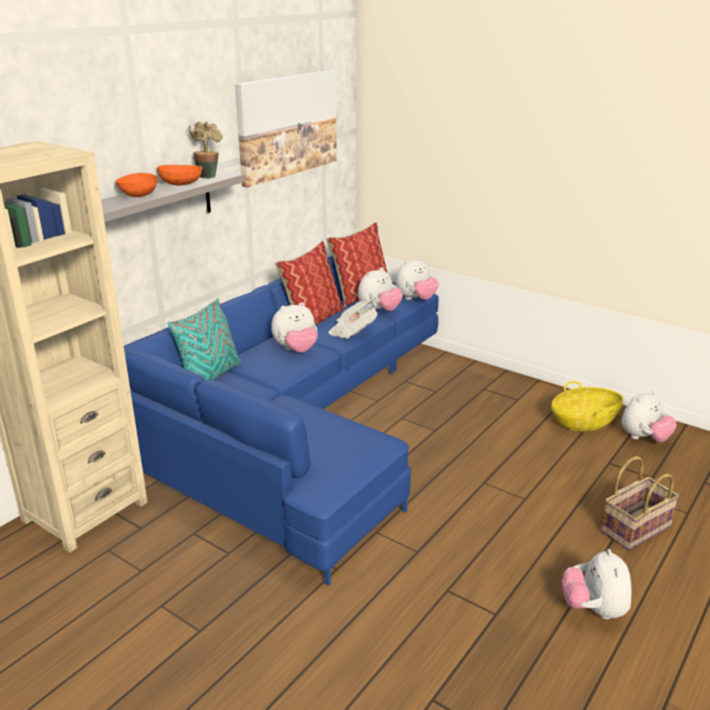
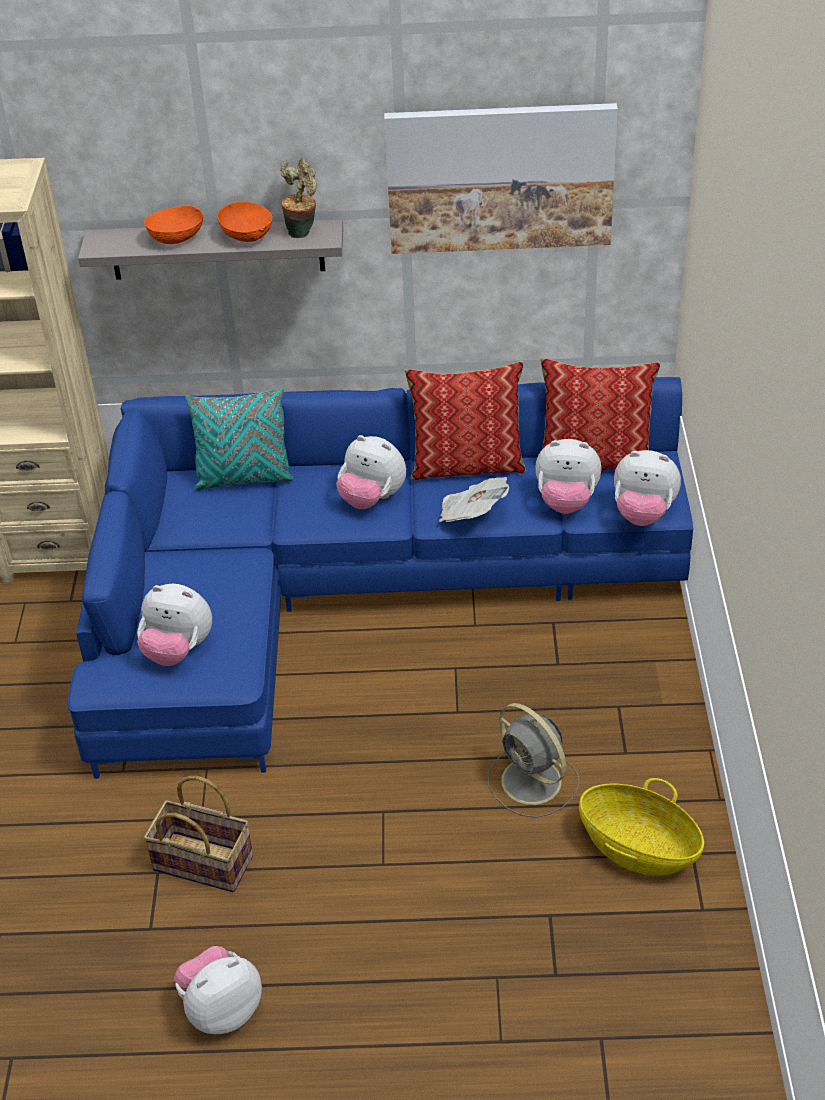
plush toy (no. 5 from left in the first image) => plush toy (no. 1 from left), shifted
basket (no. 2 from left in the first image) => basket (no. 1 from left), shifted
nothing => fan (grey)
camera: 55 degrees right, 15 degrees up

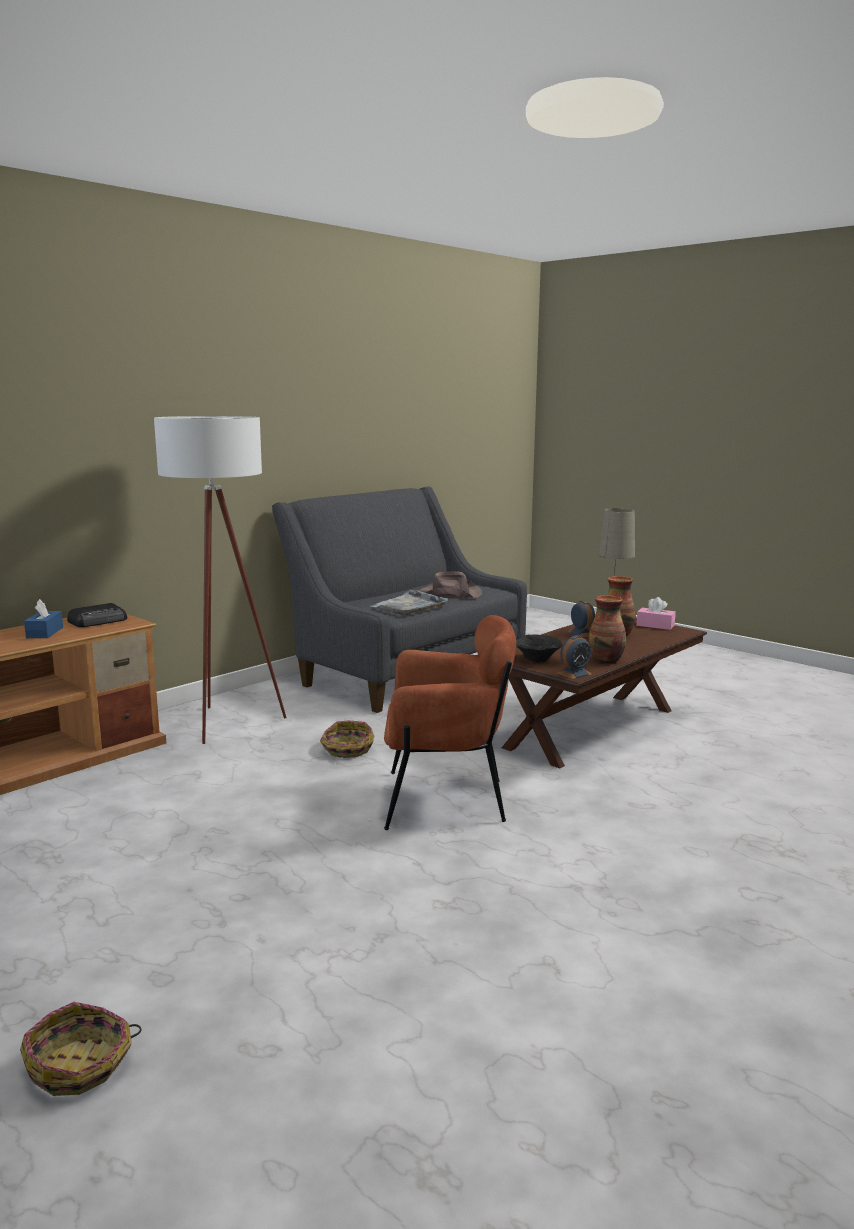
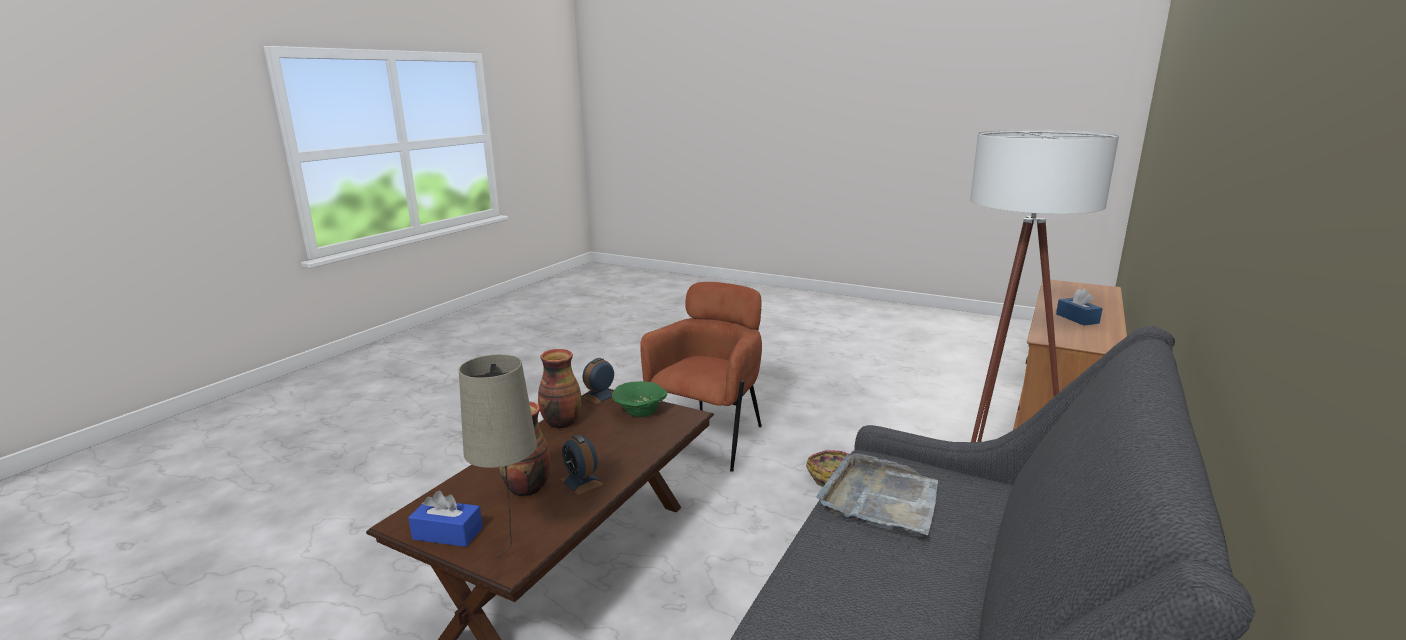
hat (brown) => nothing
tissue box (pink) => tissue box (blue) (no. 1 from left)
radio => nothing
armchair (brown), 135 degrees clockwise
bowl (black) => bowl (green)
basket (no. 1 from left) => nothing
camera: 165 degrees right, 5 degrees up

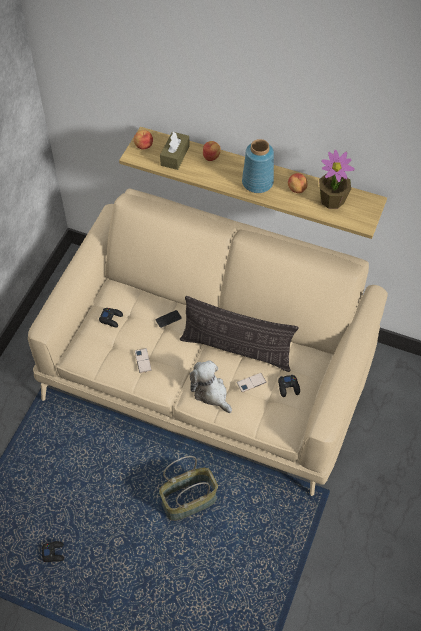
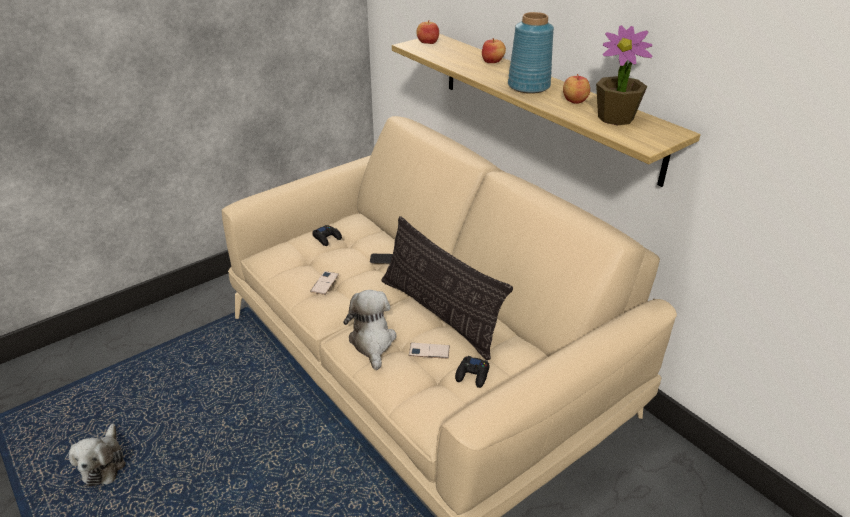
tissue box (brown) => nothing
basket => nothing
game controller (black) (no. 1 from left) => plush toy (no. 1 from left)
camera: 30 degrees right, 20 degrees down

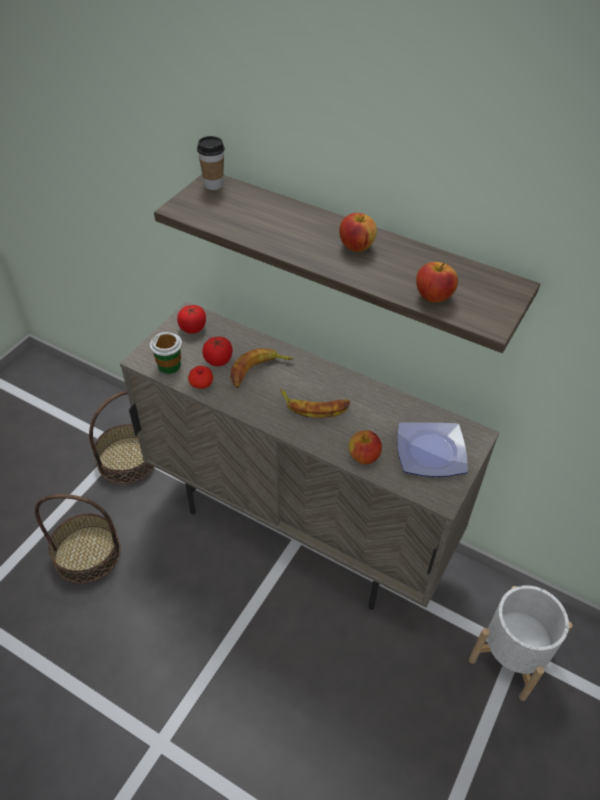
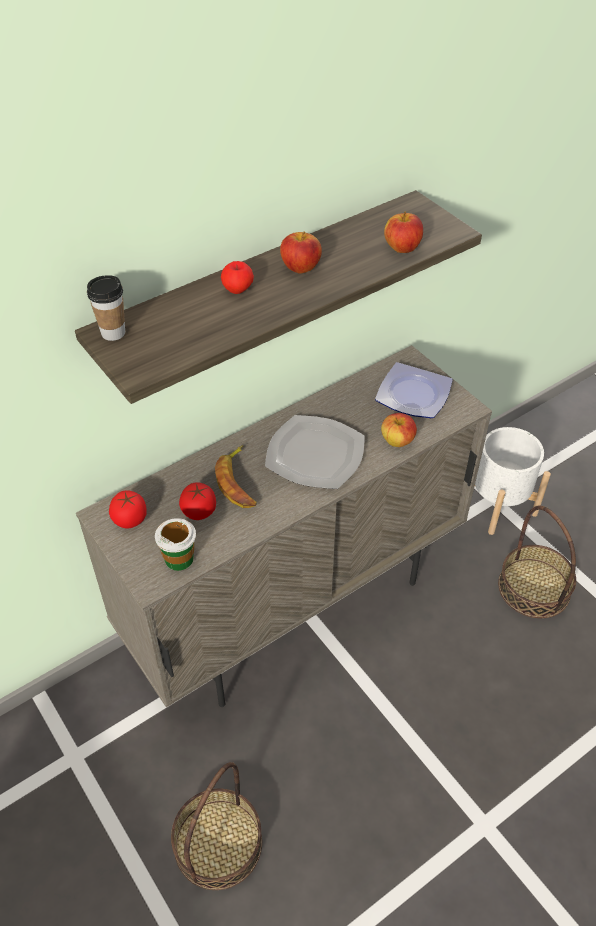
apple (no. 1 from left), shifted
banana (no. 2 from left) => plate (no. 1 from left)
basket (no. 2 from left), shifted
camera: 65 degrees left, 0 degrees up

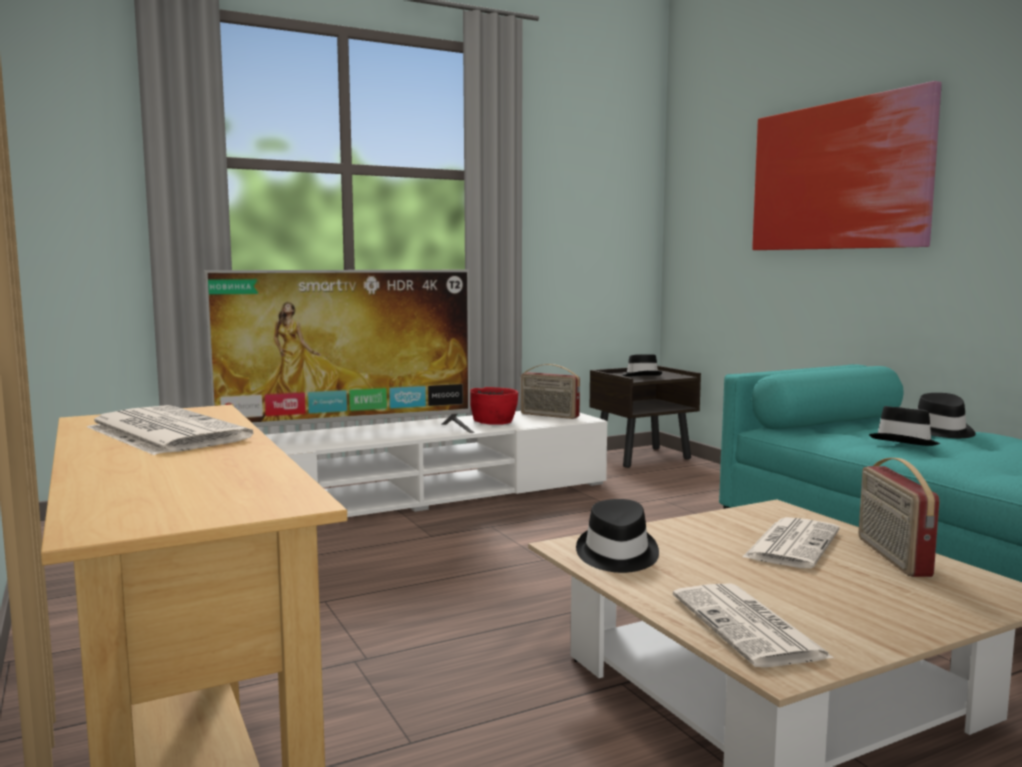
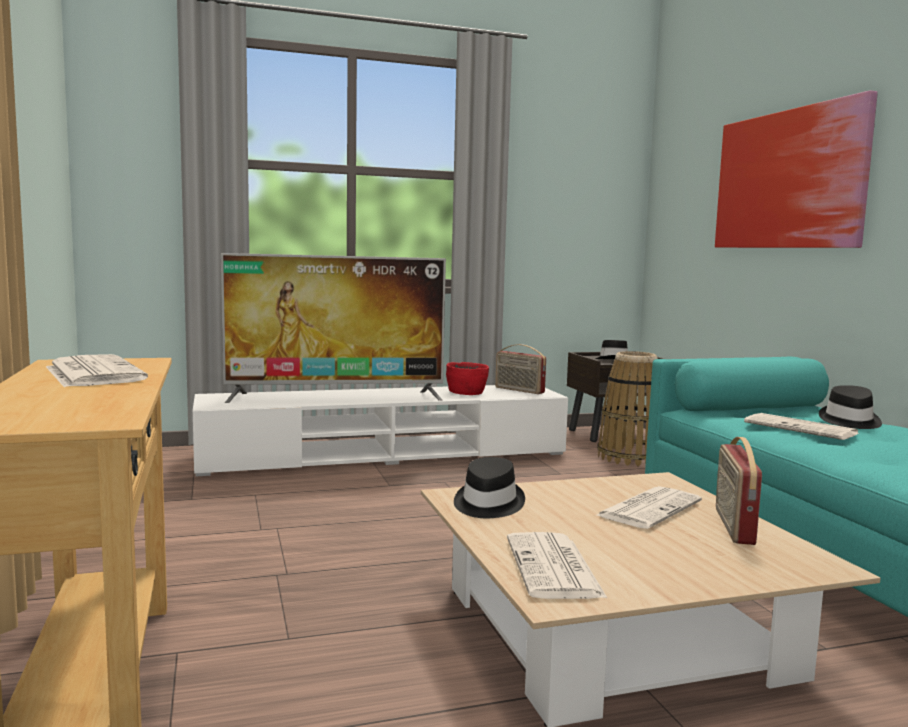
hat (black) (no. 3 from left) => newspaper (no. 4 from left)
nothing => basket
camera: 10 degrees right, 0 degrees up

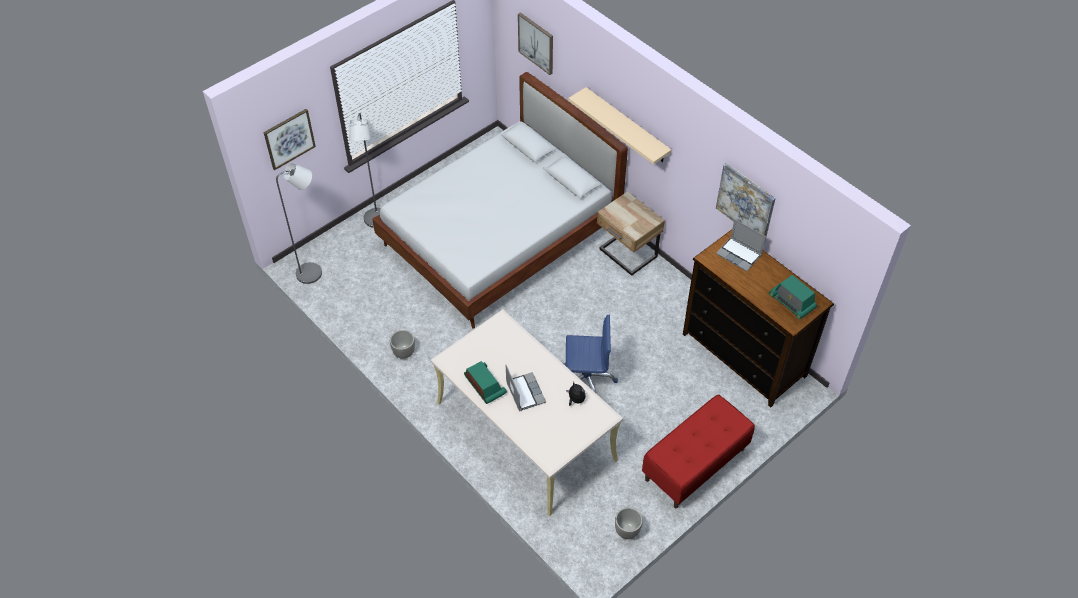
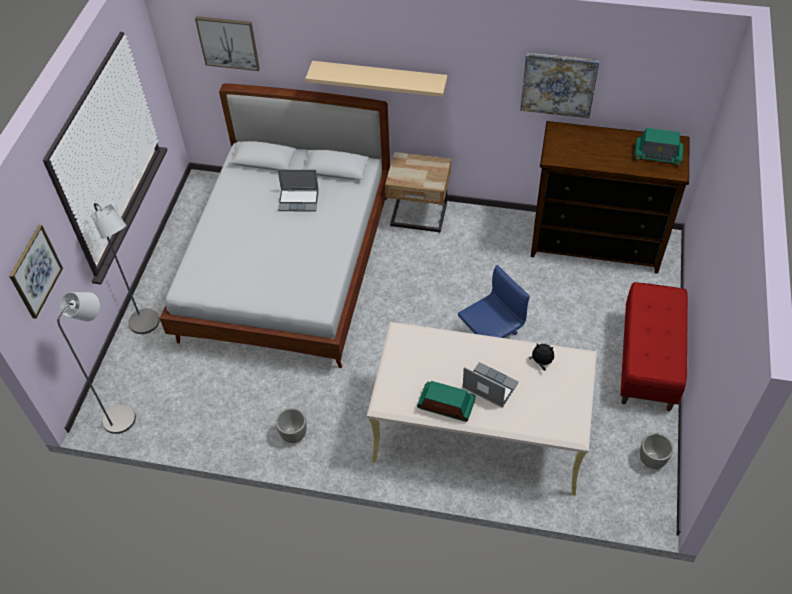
laptop (no. 2 from left in the first image) => laptop (no. 1 from left), shifted
camera: 35 degrees left, 0 degrees up

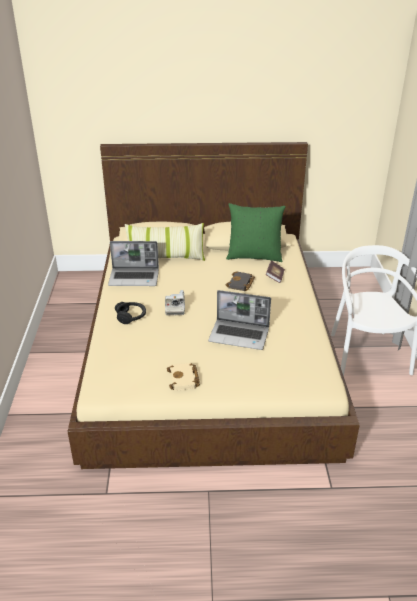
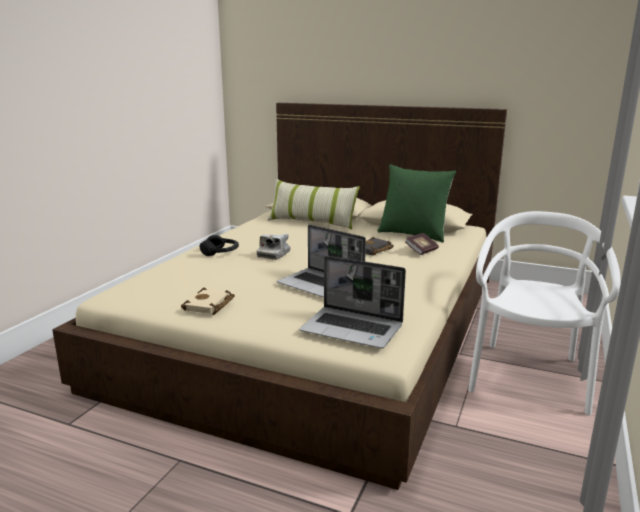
laptop (no. 1 from left in the first image) => laptop (no. 2 from left), shifted
camera: 25 degrees right, 15 degrees down

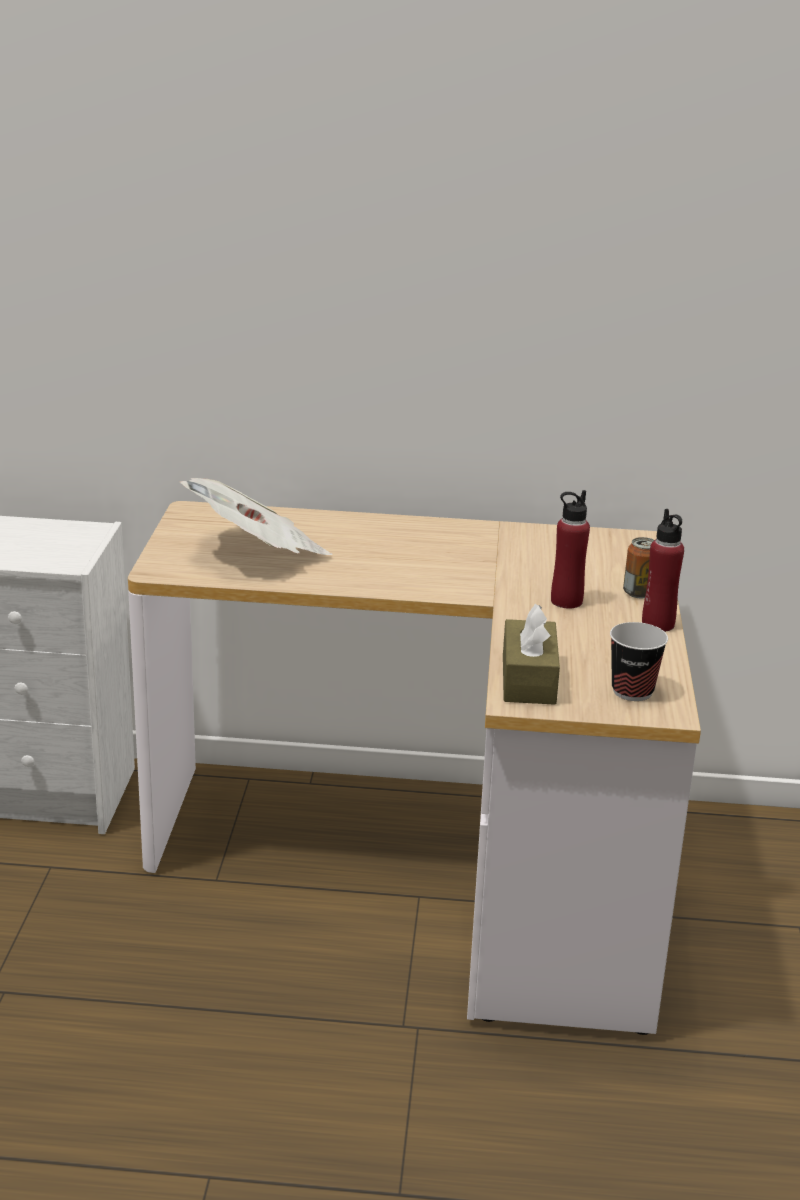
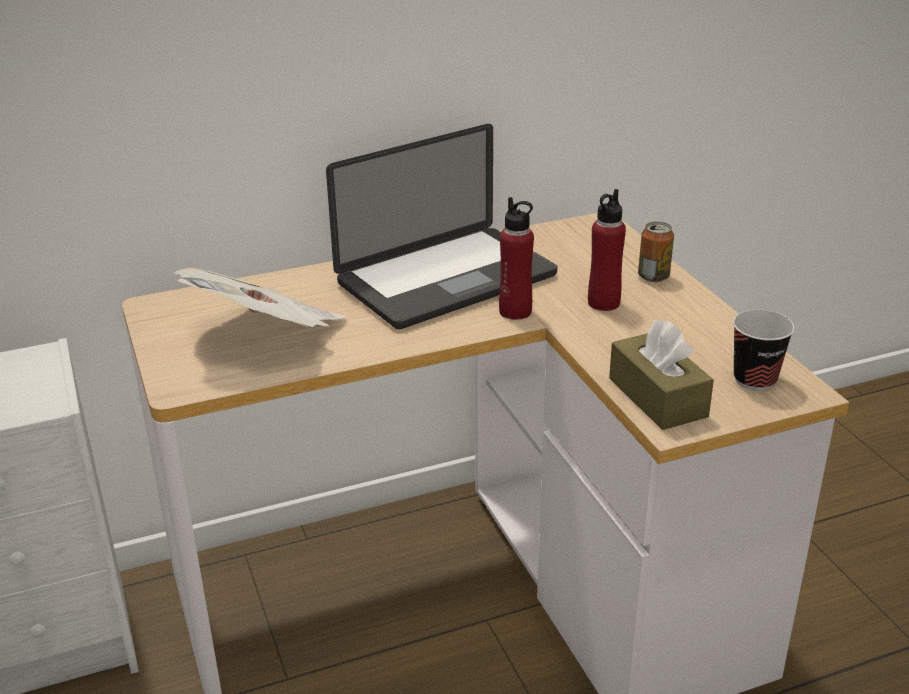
bottle (red) (no. 2 from left in the first image) => bottle (red) (no. 1 from left), shifted
nothing => laptop
camera: 25 degrees left, 5 degrees up

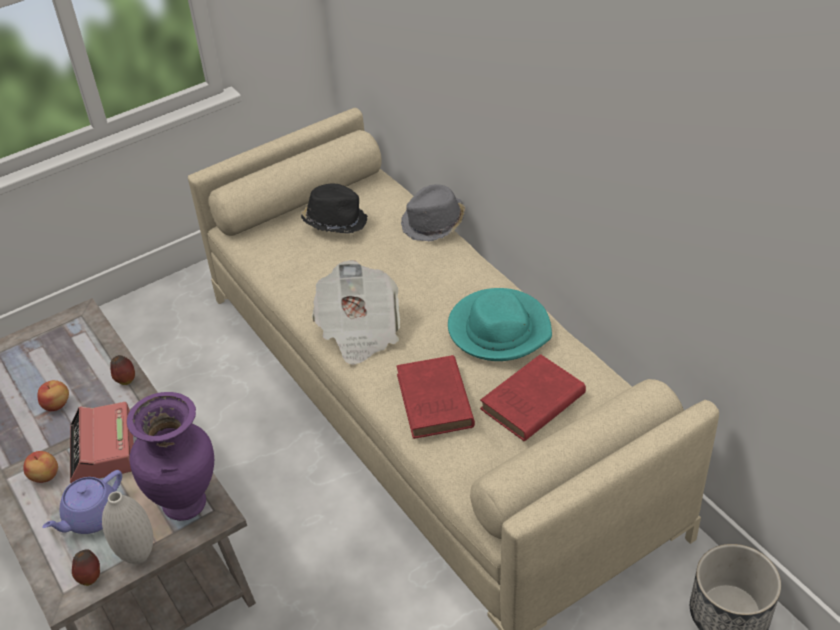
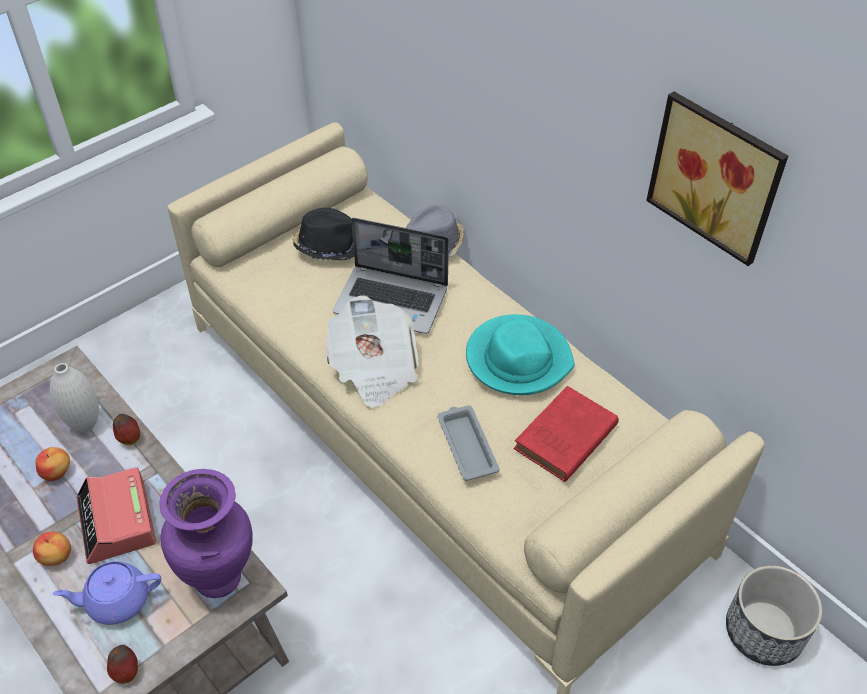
book (red) (no. 1 from left) => tray (grey)
teapot (purple), 45 degrees clockwise
vase (white), shifted
nothing => picture
nothing => laptop
camera: 10 degrees left, 5 degrees up

